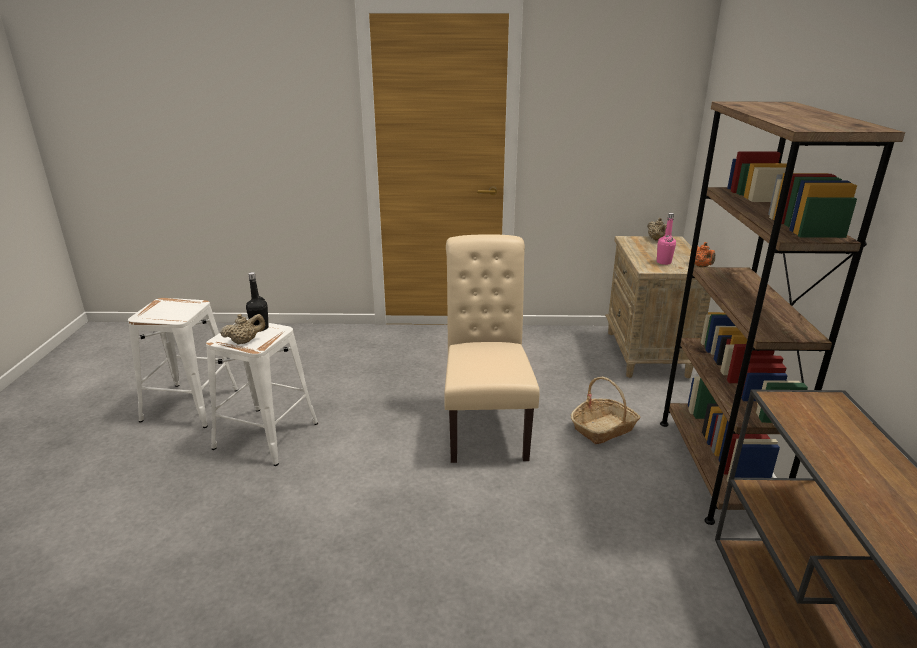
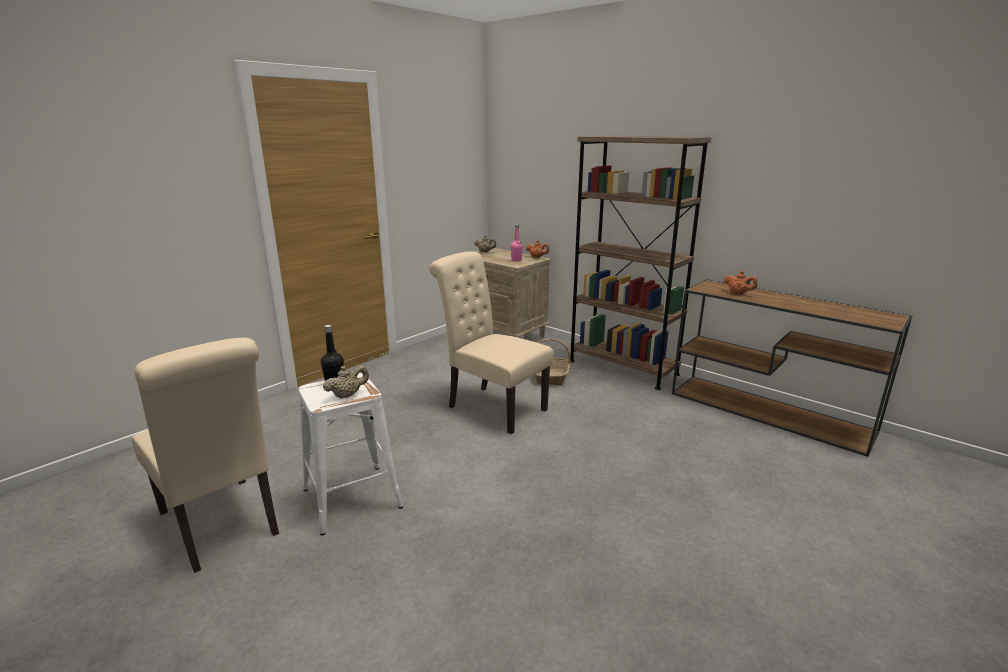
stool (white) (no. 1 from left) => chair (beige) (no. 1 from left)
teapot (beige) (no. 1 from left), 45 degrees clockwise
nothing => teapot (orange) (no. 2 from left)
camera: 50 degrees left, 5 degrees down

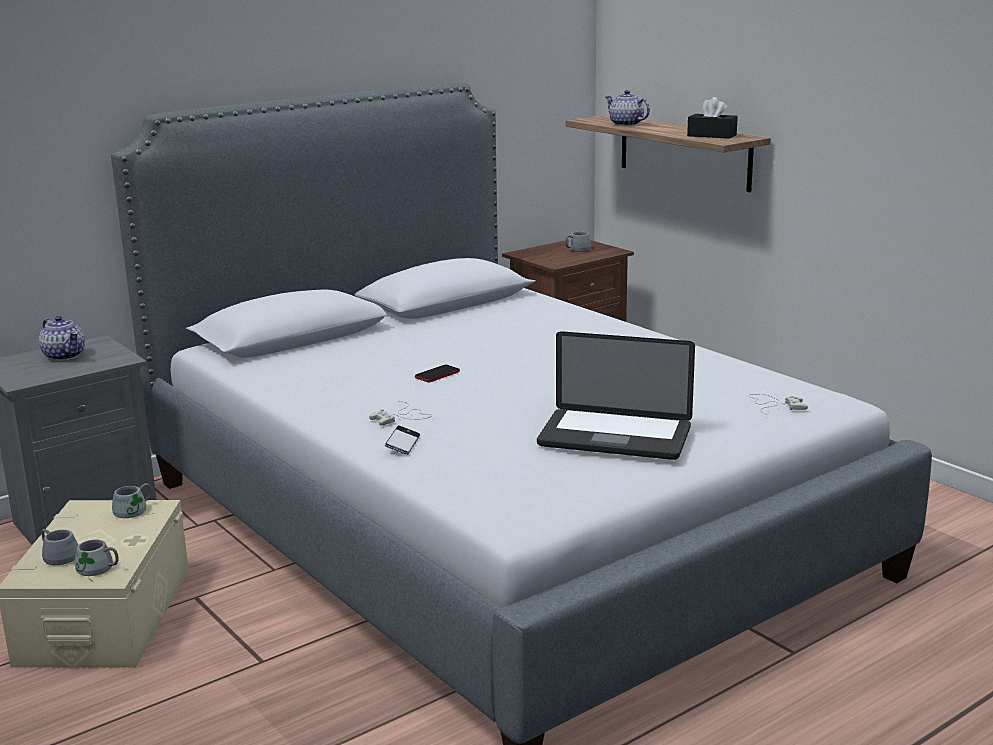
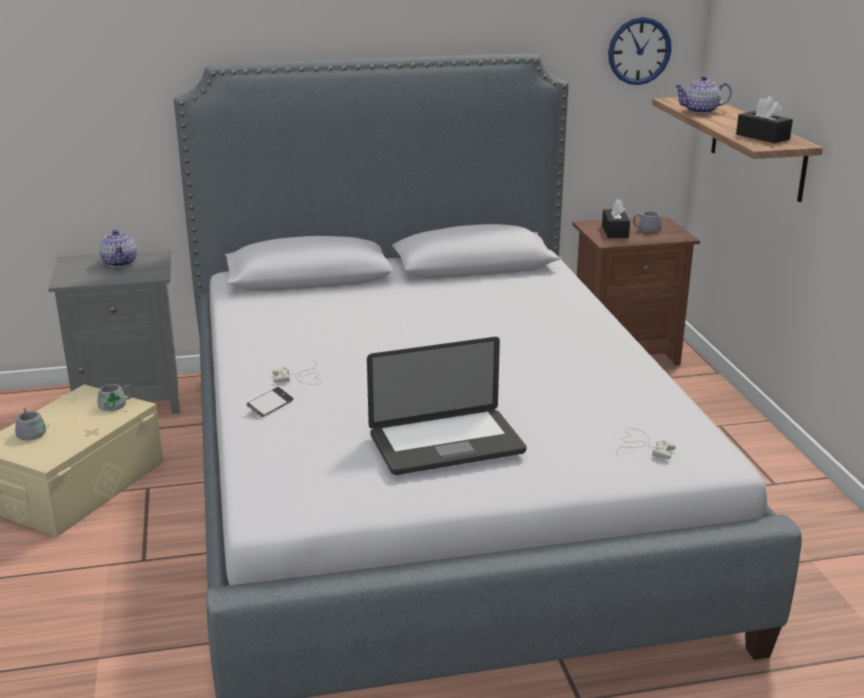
teapot (no. 2 from left), 75 degrees counterclockwise
laptop, 60 degrees counterclockwise
phone (no. 2 from left) => nothing
mug (grey) (no. 2 from left) => nothing
nothing => wall clock
nothing => tissue box (black) (no. 1 from left)
camera: 25 degrees right, 5 degrees up

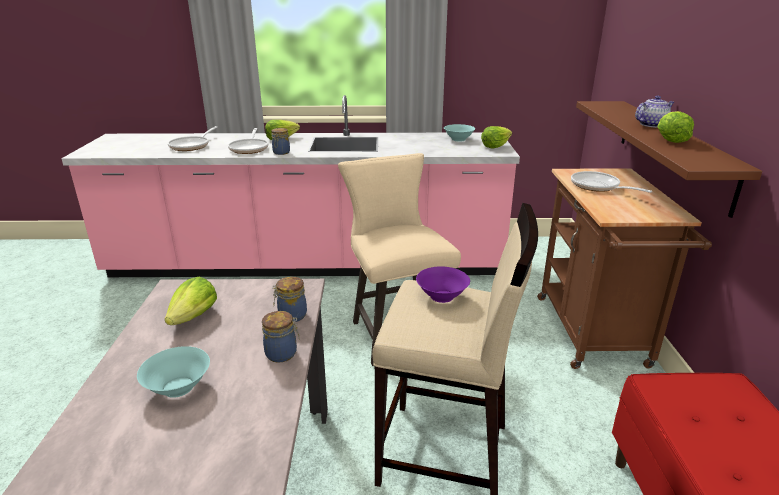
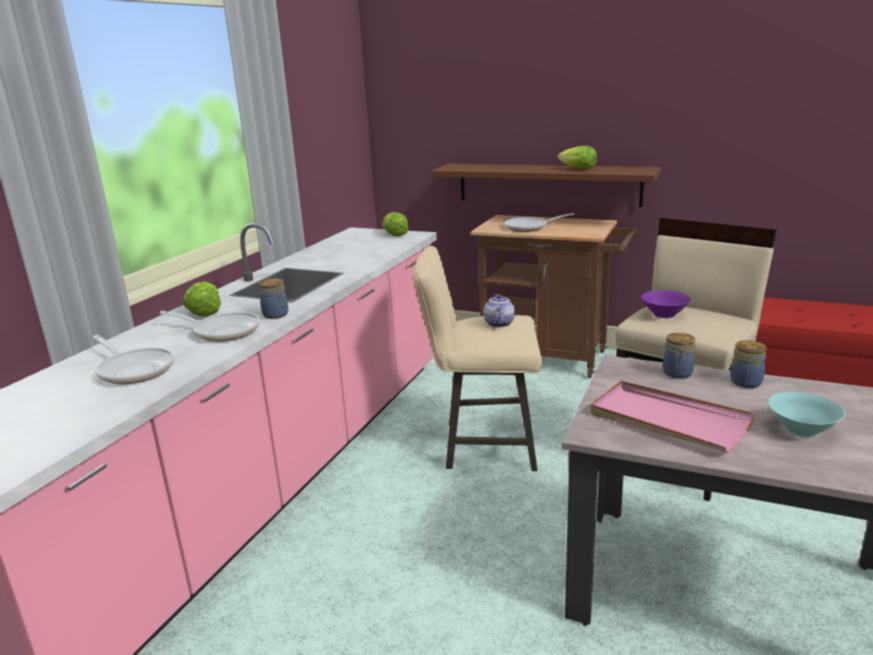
teapot, shifted
bowl (turquoise) (no. 2 from left) => nothing
lettuce (no. 1 from left) => tray (pink)
camera: 65 degrees left, 5 degrees down

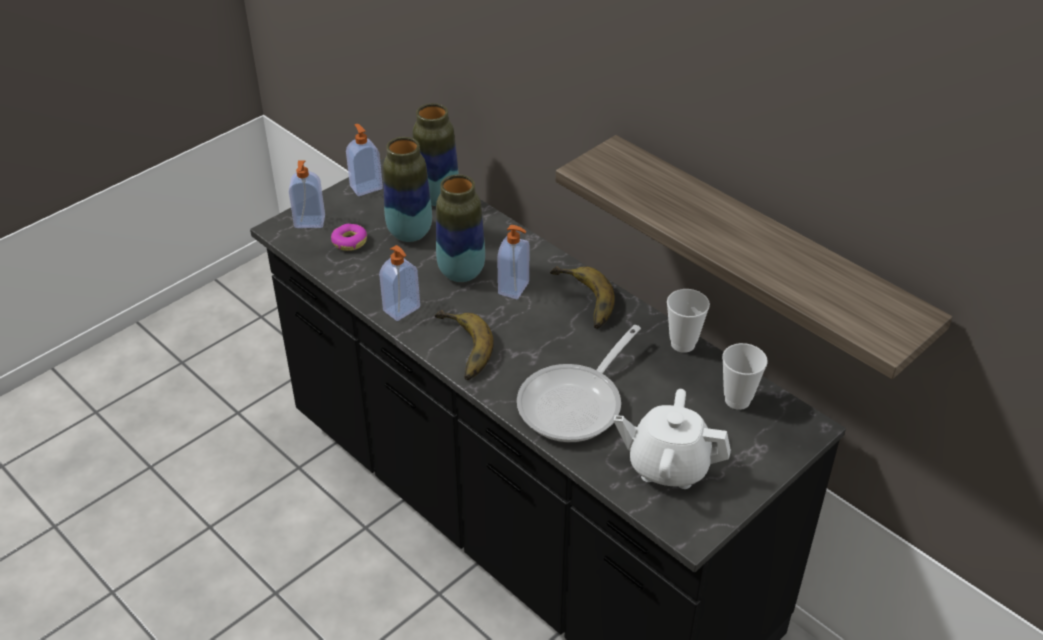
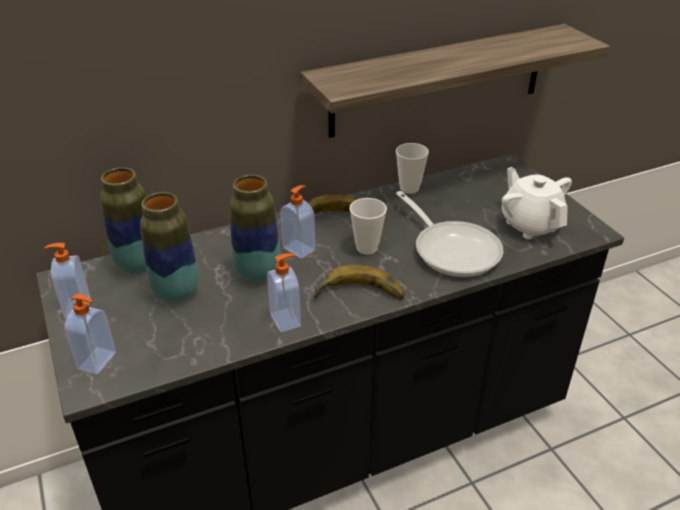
donut => nothing
cup (no. 2 from left in the first image) => cup (no. 1 from left), shifted
teapot (white), 120 degrees clockwise
camera: 70 degrees left, 5 degrees down

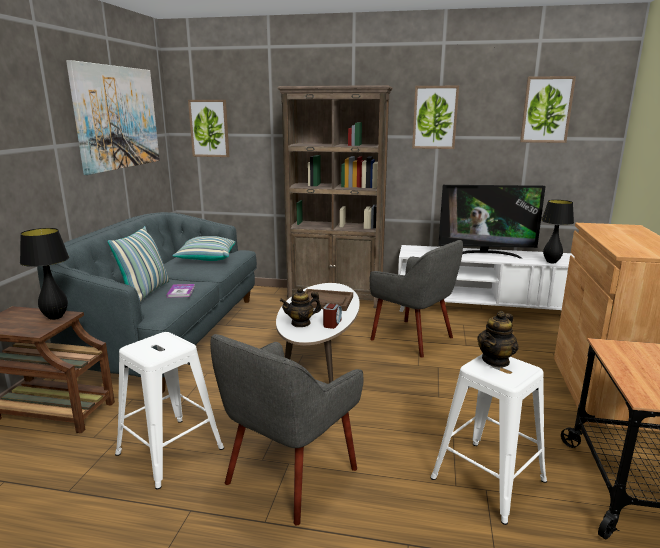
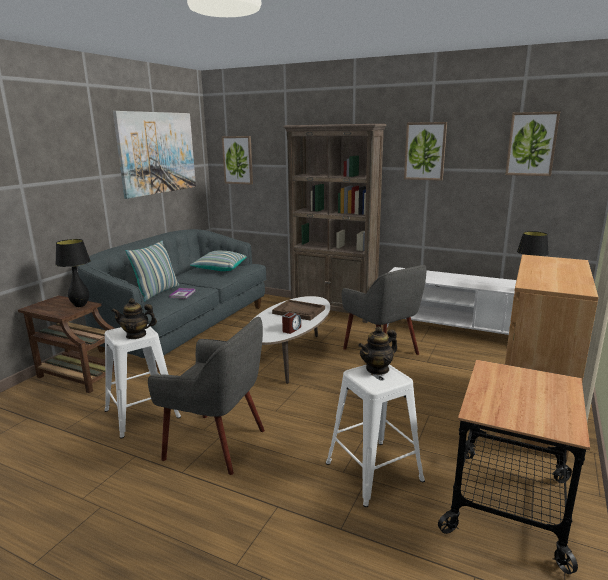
television => nothing
teapot (no. 1 from left), shifted
armchair (grey) (no. 1 from left), 120 degrees counterclockwise
camera: 15 degrees right, 0 degrees up

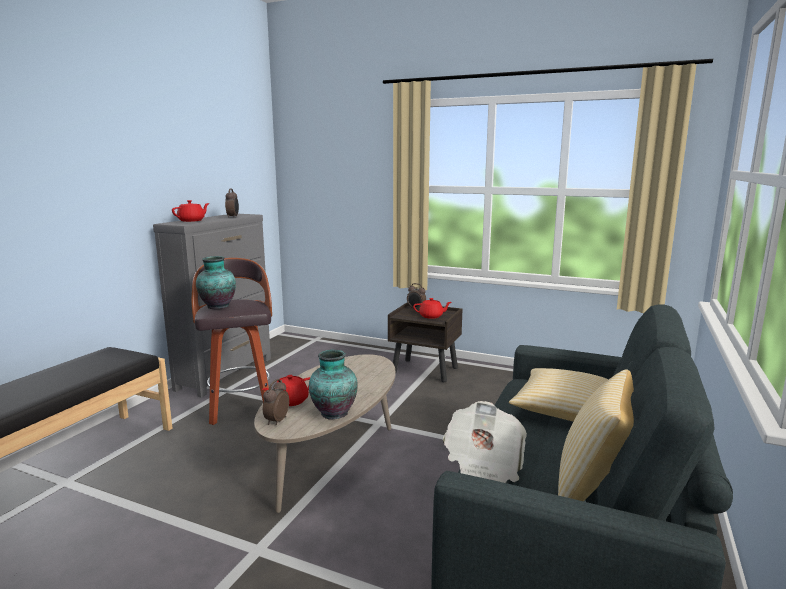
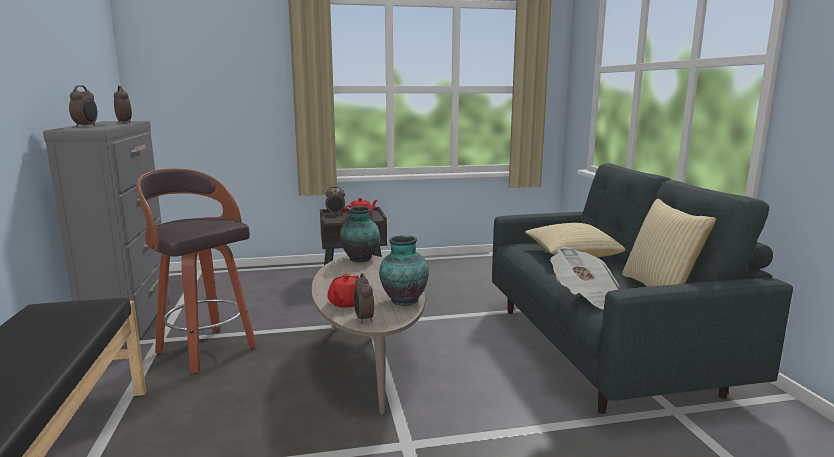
teapot (red) (no. 1 from left) => alarm clock (no. 1 from left)
vase (no. 1 from left), shifted
camera: 35 degrees left, 0 degrees up

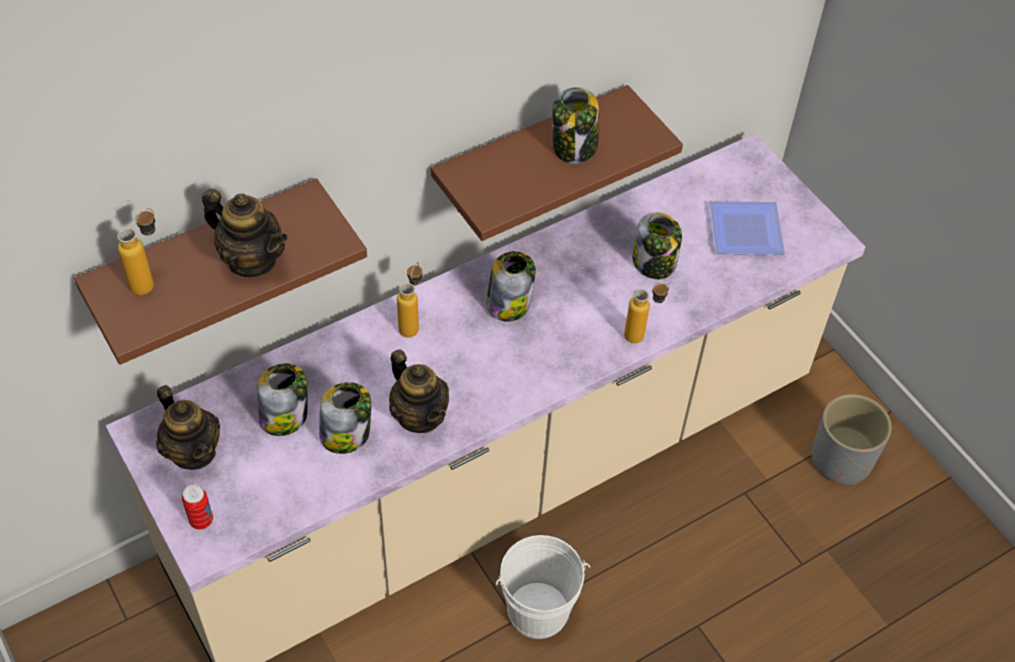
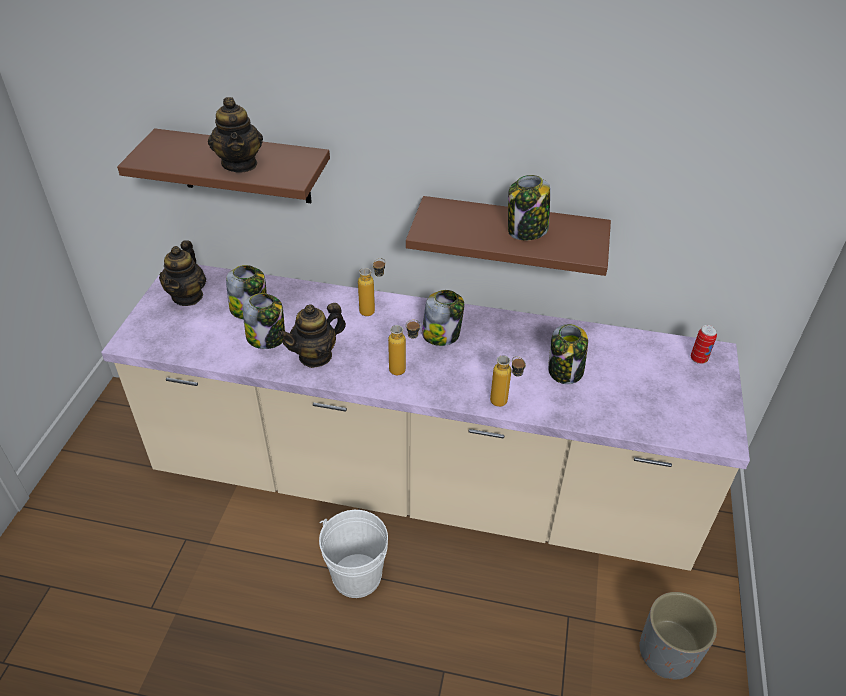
plate => nothing
bottle (no. 1 from left in the first image) => bottle (no. 2 from left), shifted
teapot (no. 3 from left), 45 degrees clockwise
can, shifted
camera: 45 degrees right, 10 degrees down

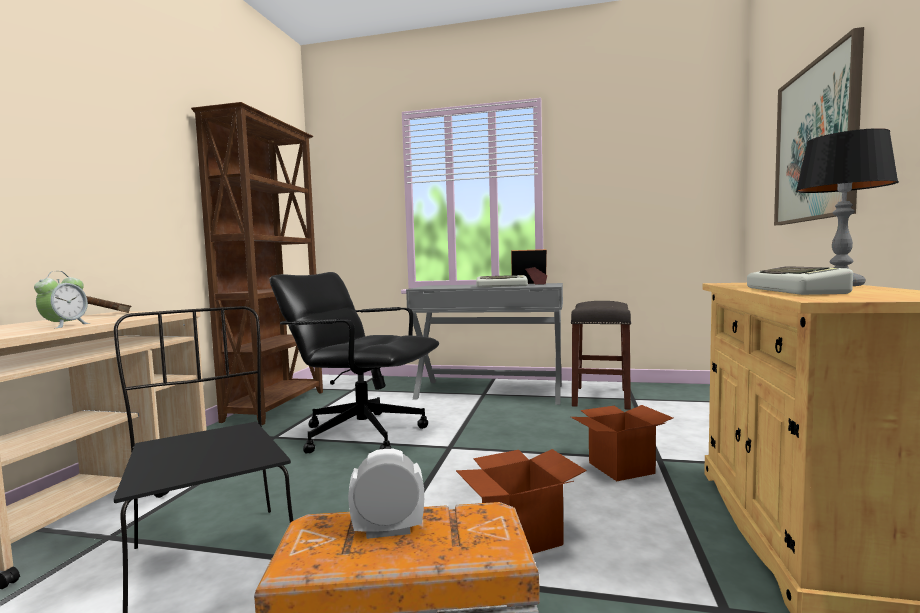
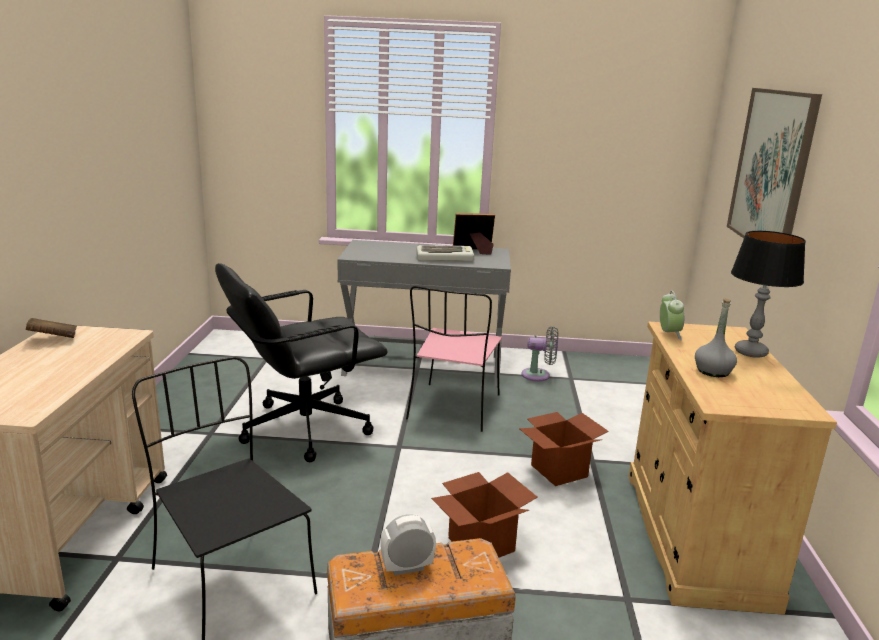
bookcase (brown) => nothing
keyboard (no. 2 from left) => bottle (grey)
alarm clock (no. 1 from left in the first image) => alarm clock (no. 2 from left), shifted
office chair (black), 45 degrees counterclockwise
stool (grey) => fan (grey)
nothing => chair (pink)
camera: 10 degrees left, 15 degrees up

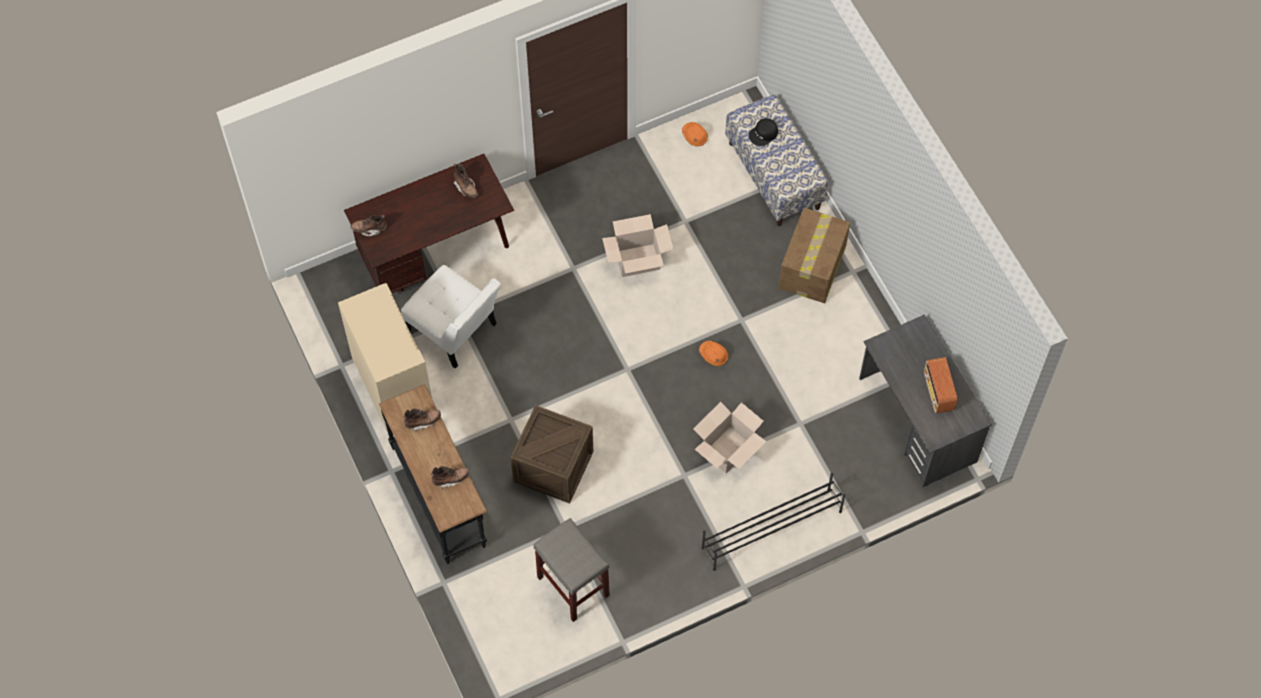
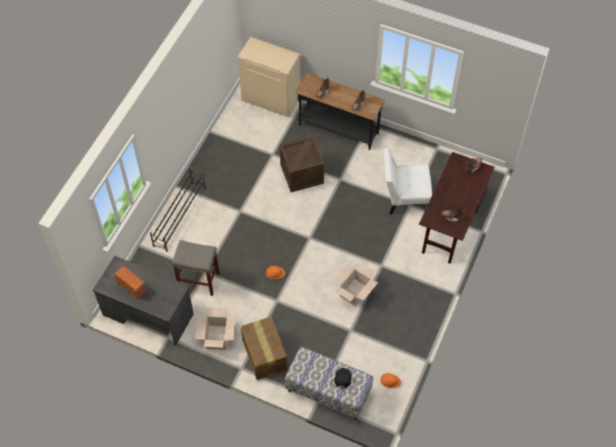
cabinet (beige), shifted
cardboard box (no. 2 from left in the first image) => cardboard box (no. 1 from left), shifted
stool (grey), shifted
camera: 140 degrees right, 5 degrees down

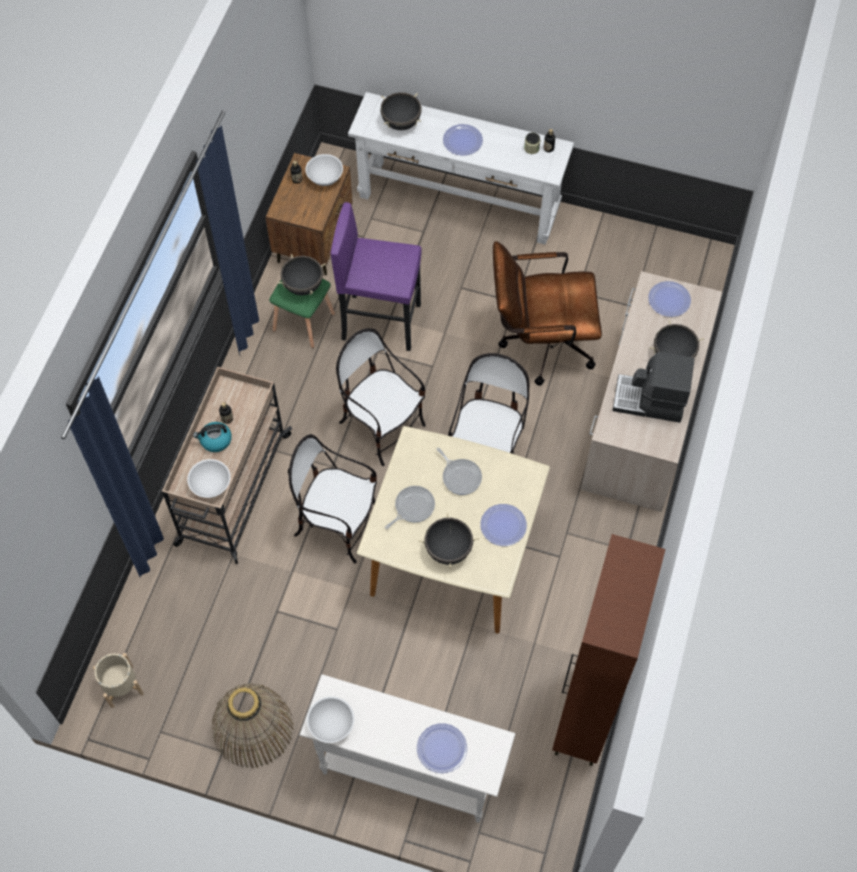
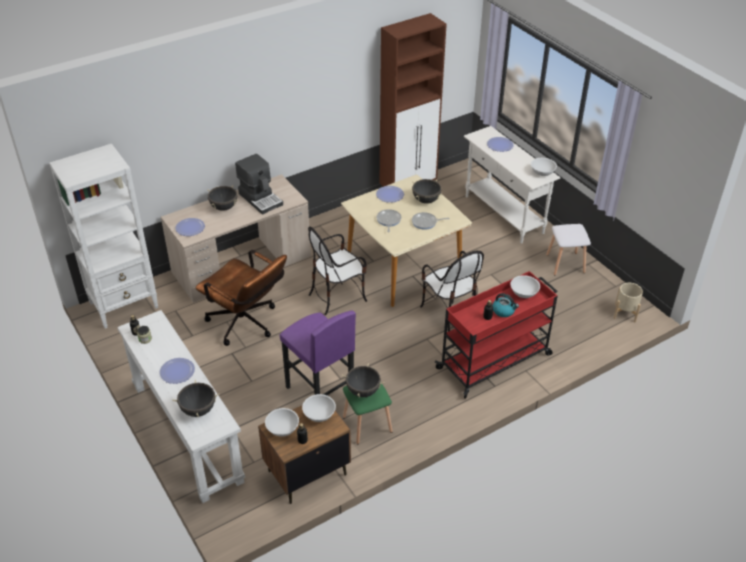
chair (no. 2 from left) => nothing
cart (beige) => cart (red)
basket => stool (white)
nothing => bookcase (white)
nothing => bowl (white) (no. 2 from left)
camera: 140 degrees left, 20 degrees down

